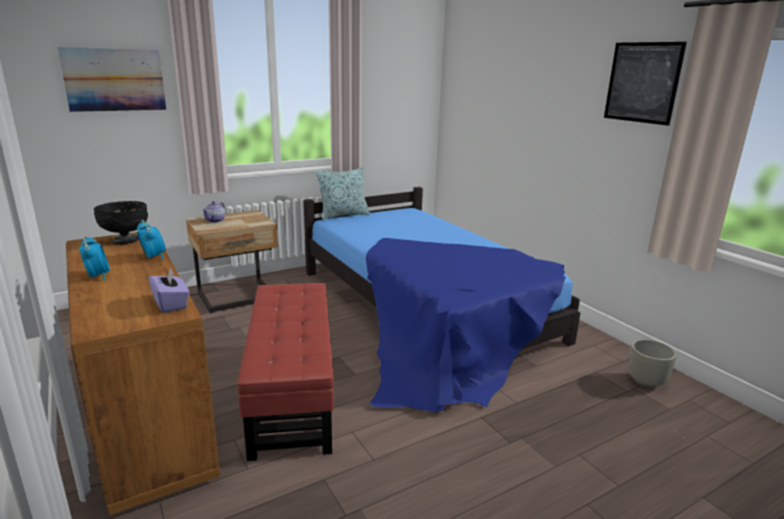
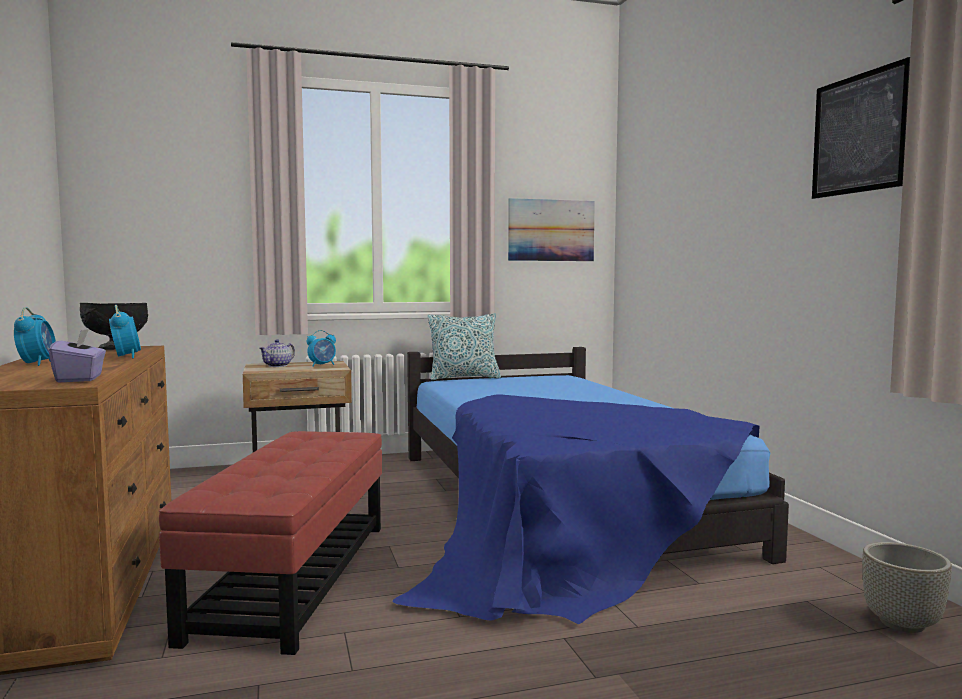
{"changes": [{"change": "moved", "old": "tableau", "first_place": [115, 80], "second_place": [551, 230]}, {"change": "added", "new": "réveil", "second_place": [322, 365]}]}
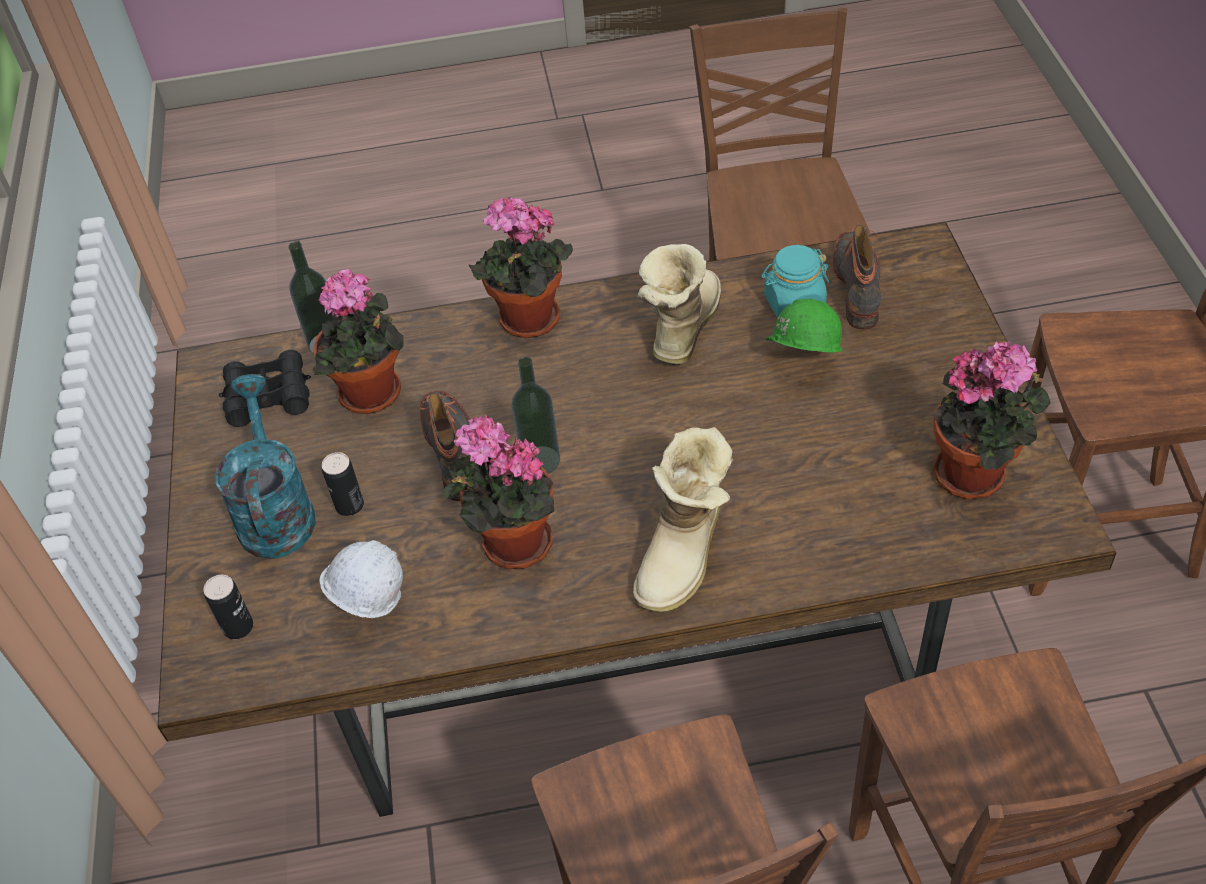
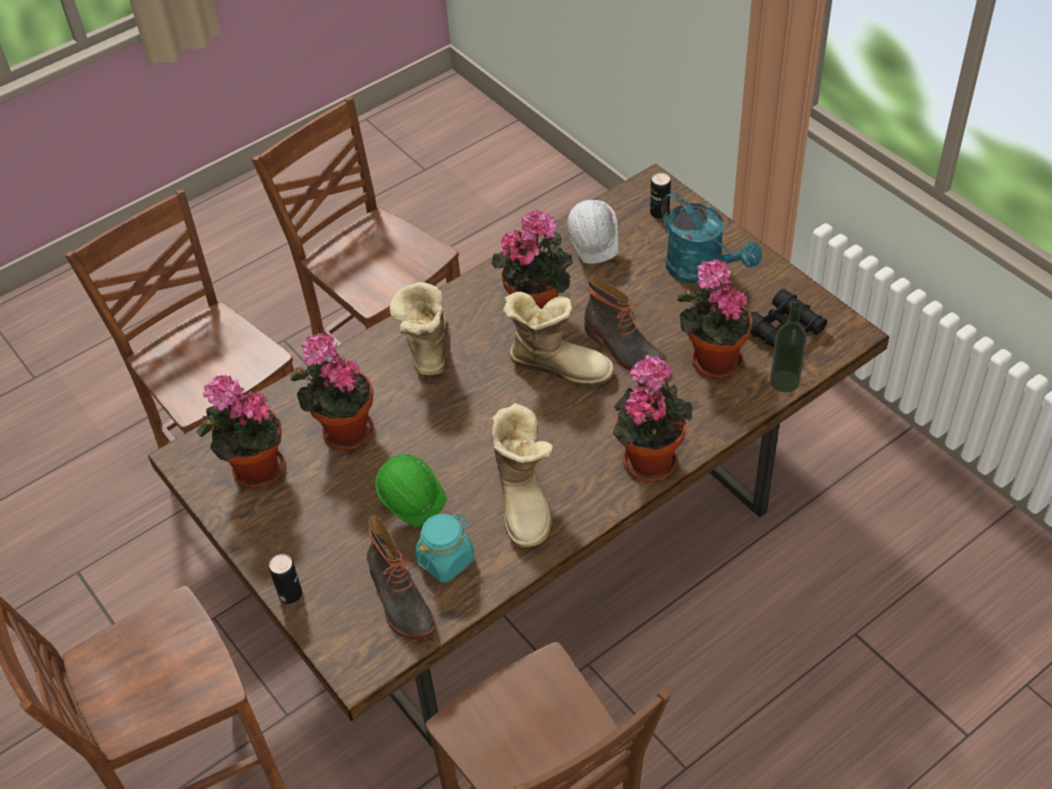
{"changes": [{"change": "moved", "old": "boîte métallique", "first_place": [349, 505], "second_place": [290, 594]}, {"change": "replaced", "old": "bouteille", "new": "botte", "first_place": [540, 460], "second_place": [558, 364]}, {"change": "added", "new": "plante en pot", "second_place": [343, 431]}]}
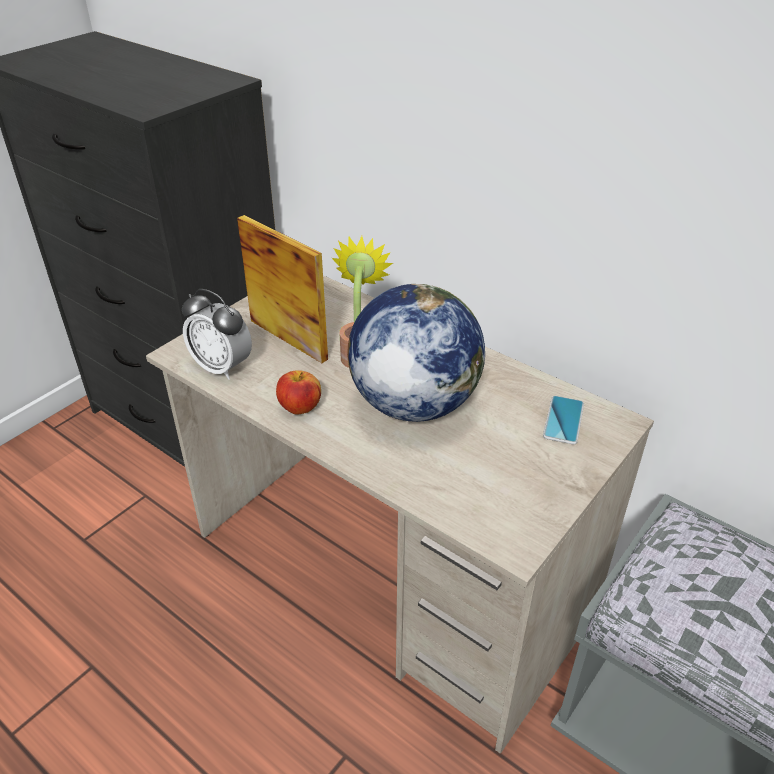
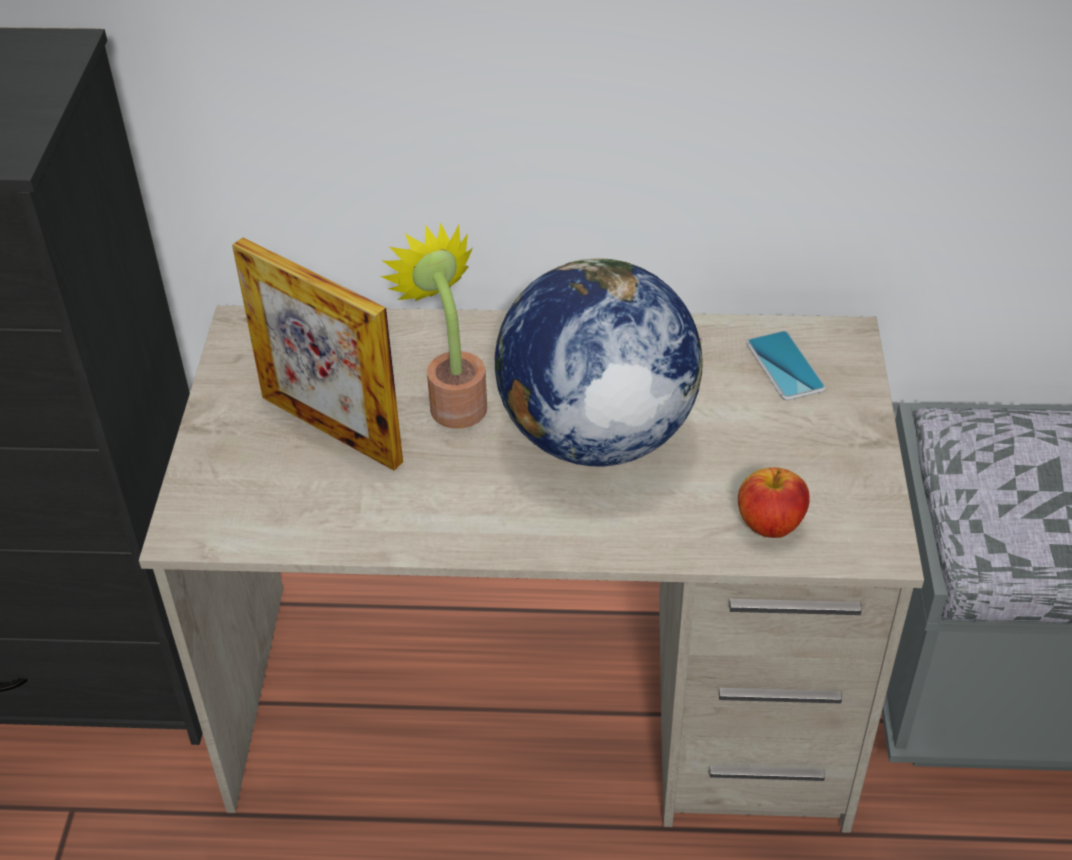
{"changes": [{"change": "removed", "old": "réveil", "first_place": [222, 367]}, {"change": "turned", "old": "cadre photo", "first_place": [288, 339], "second_place": [331, 429], "degrees": -150}, {"change": "moved", "old": "pomme", "first_place": [300, 407], "second_place": [770, 524]}]}
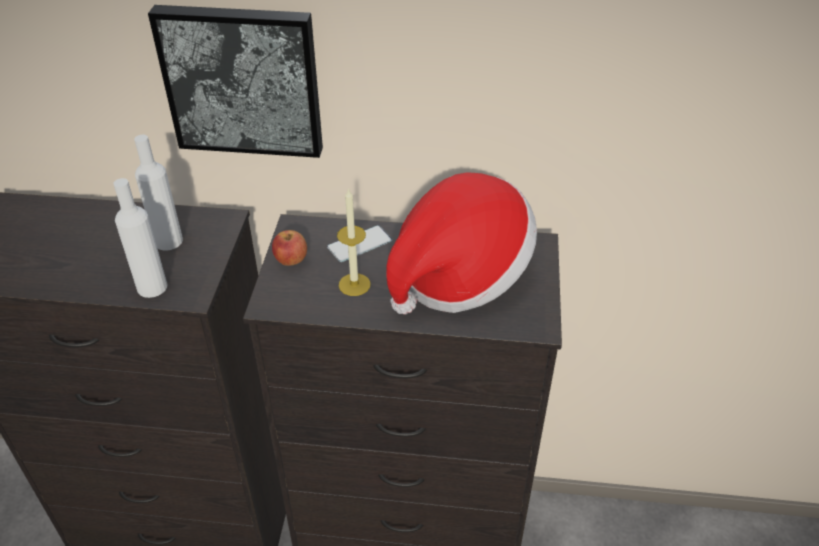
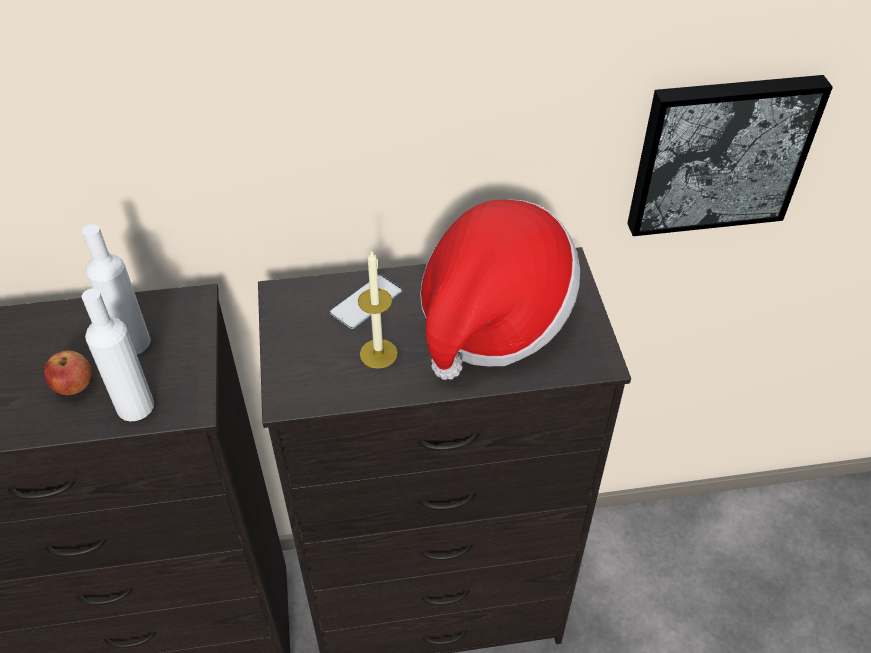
{"changes": [{"change": "moved", "old": "tableau", "first_place": [243, 80], "second_place": [719, 153]}, {"change": "moved", "old": "pomme", "first_place": [291, 261], "second_place": [74, 386]}]}
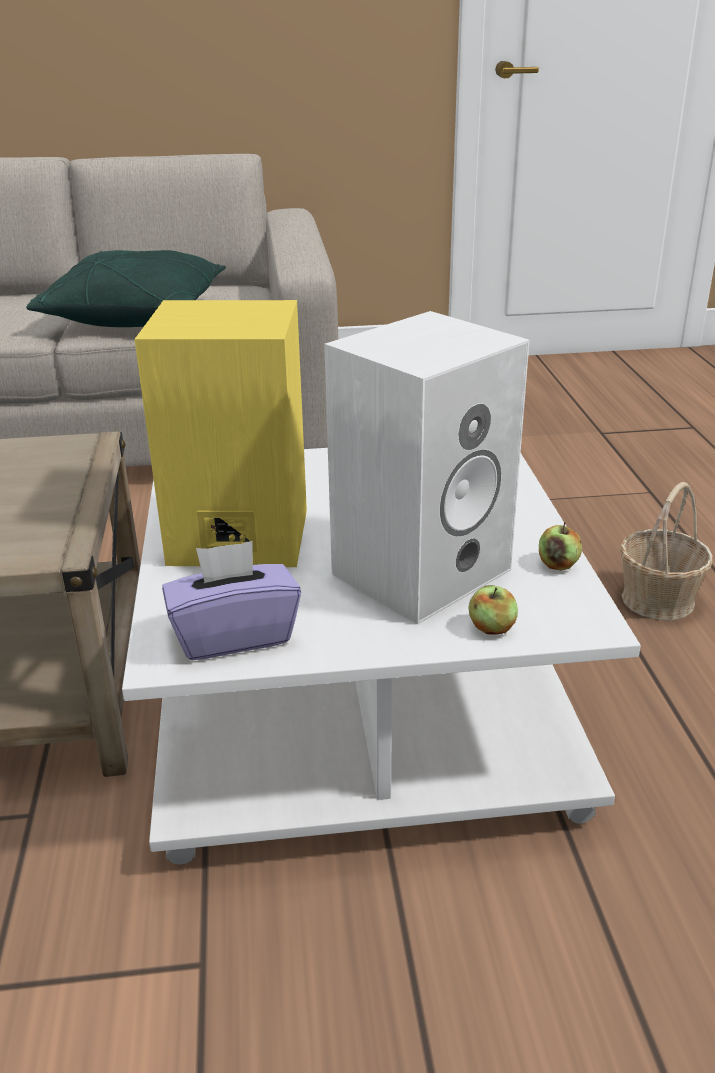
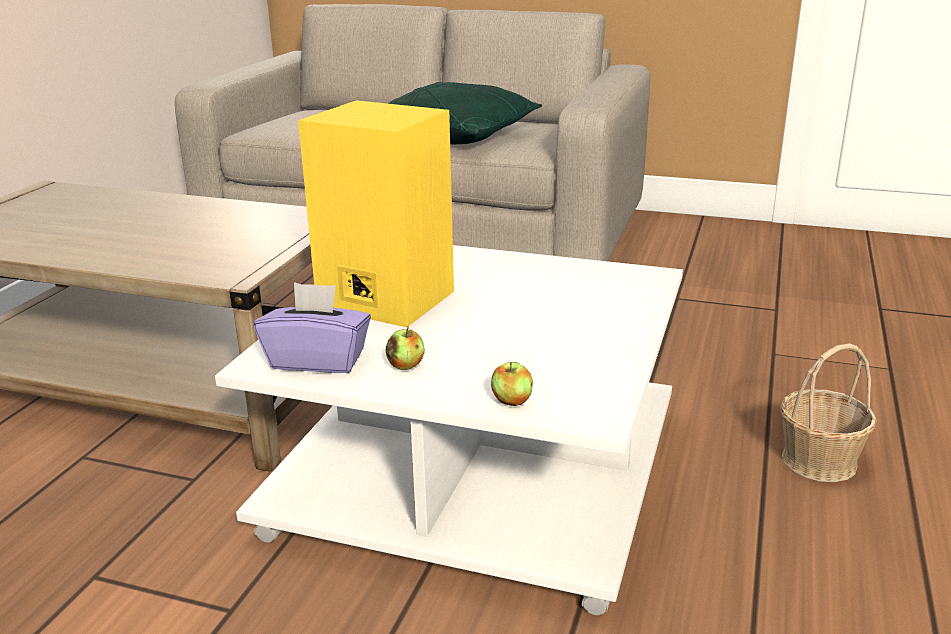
{"changes": [{"change": "removed", "old": "enceinte/blanc", "first_place": [421, 569]}, {"change": "moved", "old": "pomme", "first_place": [558, 564], "second_place": [406, 365]}]}
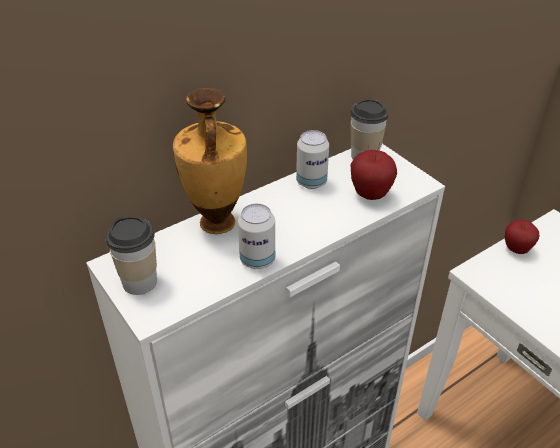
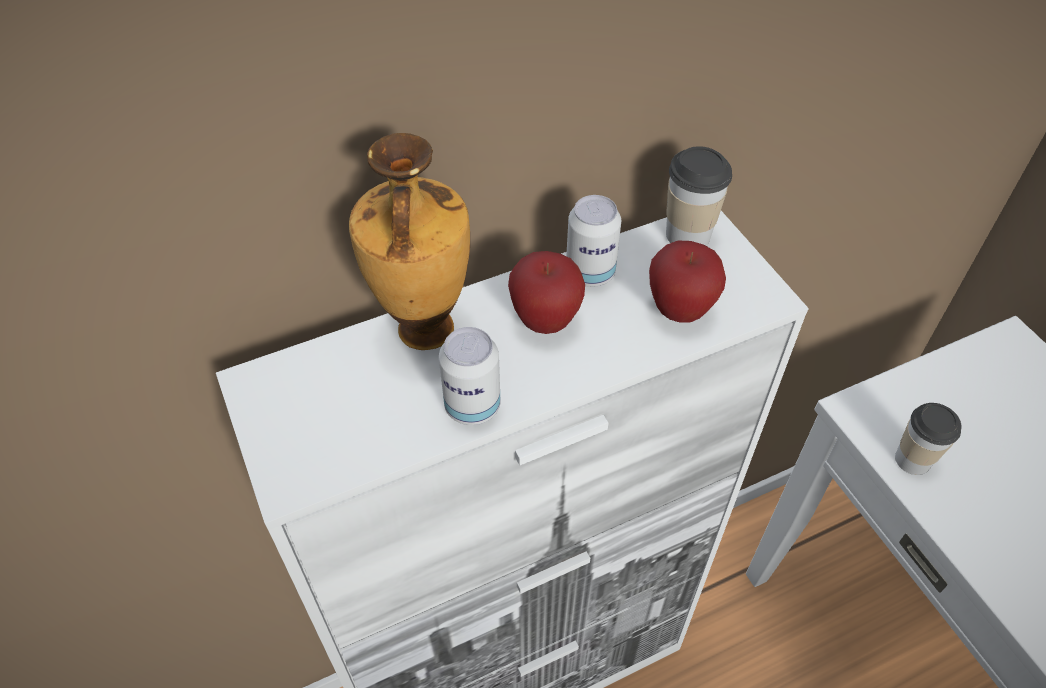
{"changes": [{"change": "moved", "old": "tasse", "first_place": [140, 282], "second_place": [912, 460]}, {"change": "moved", "old": "pomme", "first_place": [516, 250], "second_place": [545, 320]}]}
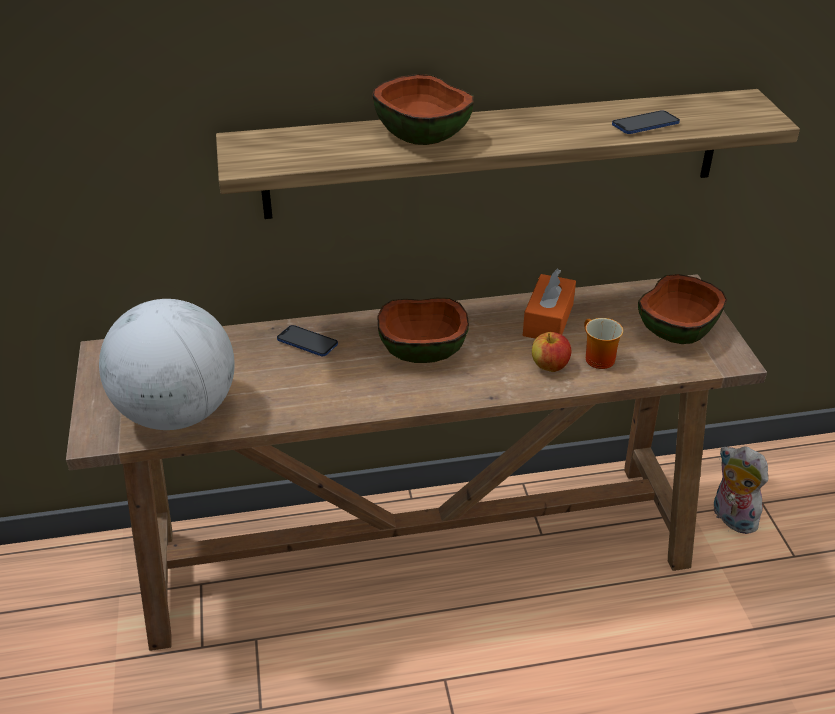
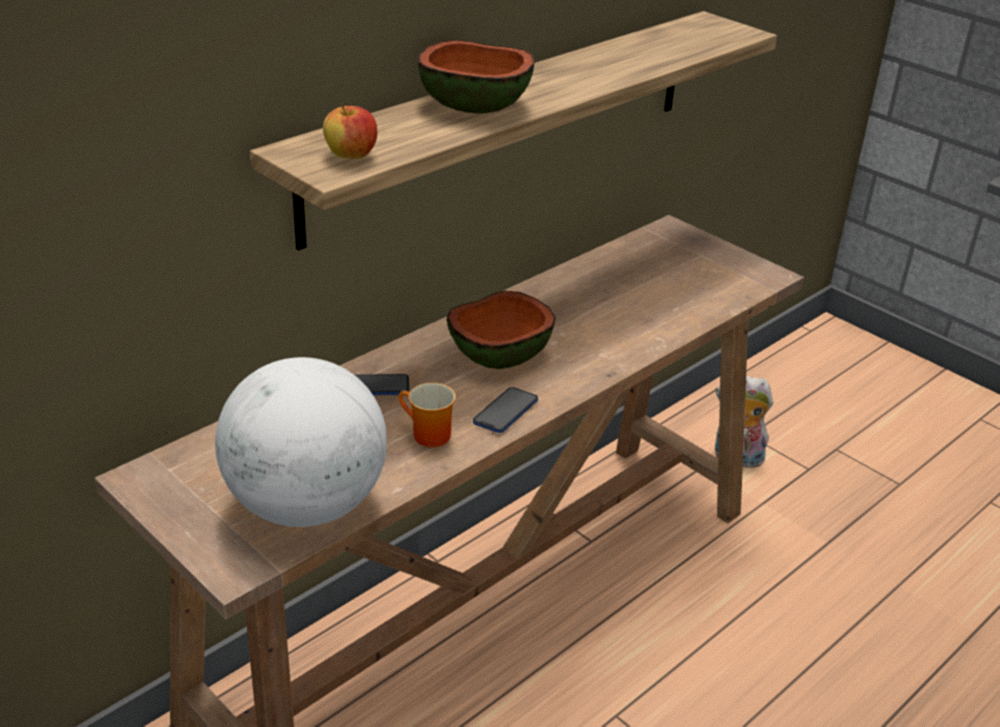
{"changes": [{"change": "removed", "old": "boîte à mouchoirs/orange", "first_place": [548, 320]}, {"change": "moved", "old": "pomme", "first_place": [549, 366], "second_place": [351, 156]}, {"change": "moved", "old": "mug", "first_place": [595, 358], "second_place": [426, 436]}, {"change": "moved", "old": "téléphone", "first_place": [645, 124], "second_place": [505, 412]}, {"change": "removed", "old": "bol", "first_place": [676, 329]}]}
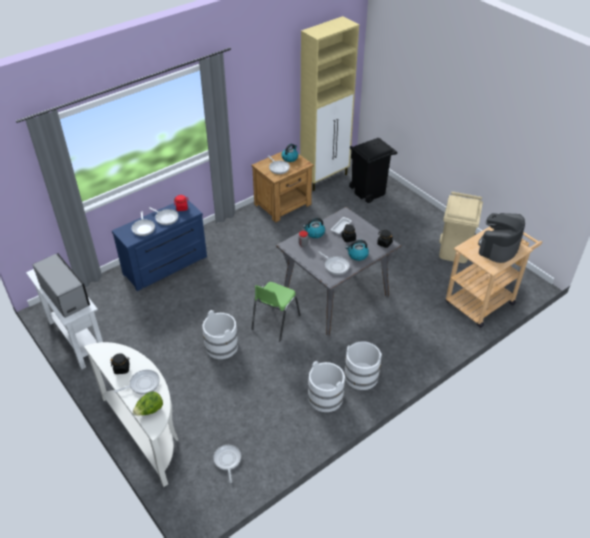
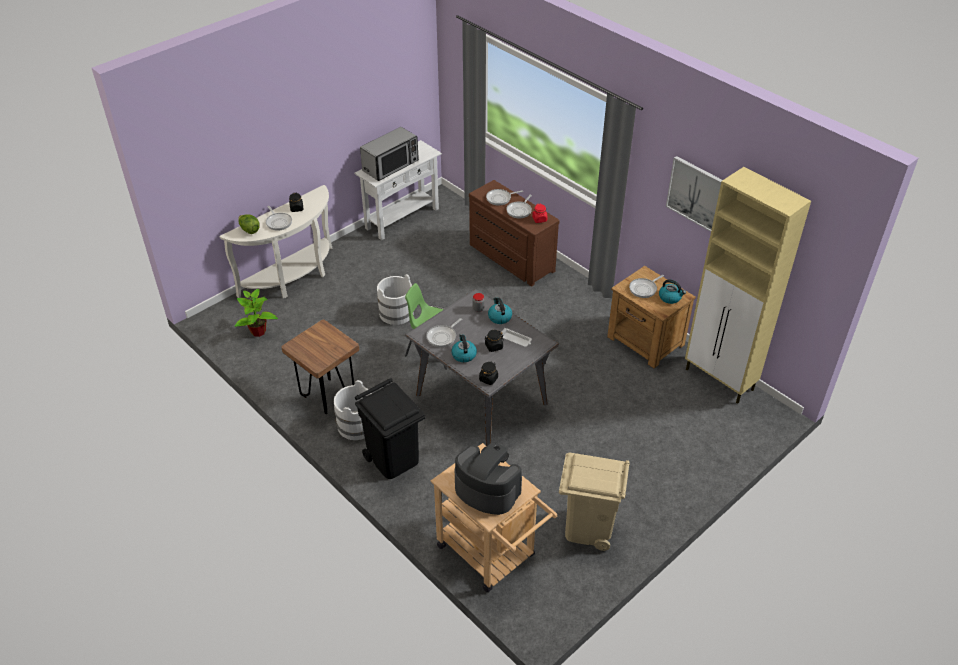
{"changes": [{"change": "recoloured", "old": "commode/bleu", "new": "commode/marron", "first_place": [166, 266], "second_place": [510, 258]}, {"change": "replaced", "old": "poêle", "new": "plante en pot", "first_place": [227, 460], "second_place": [258, 332]}, {"change": "replaced", "old": "seau/blanc", "new": "tabouret/marron", "first_place": [325, 397], "second_place": [328, 396]}, {"change": "moved", "old": "poubelle/noir", "first_place": [368, 191], "second_place": [394, 458]}, {"change": "added", "new": "tableau", "second_place": [696, 193]}]}
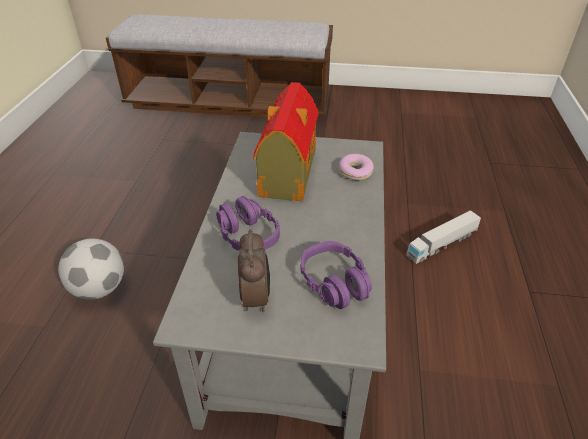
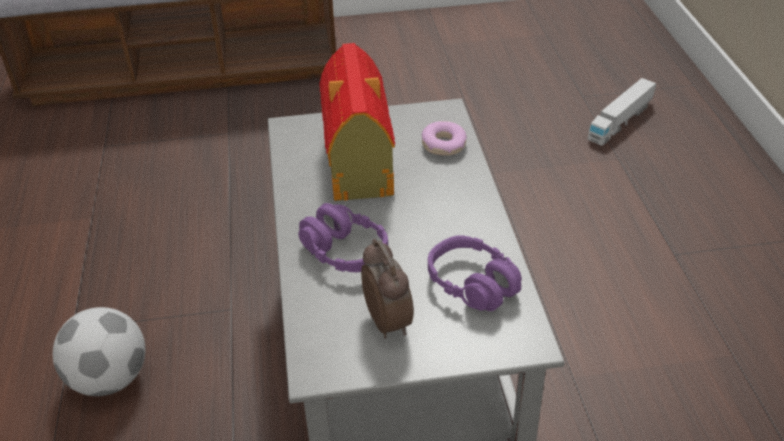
{"changes": [{"change": "moved", "old": "camion jouet", "first_place": [442, 244], "second_place": [620, 122]}]}
